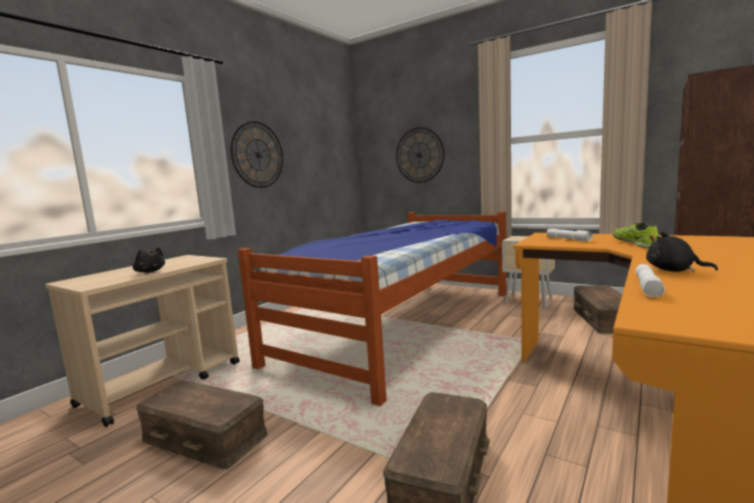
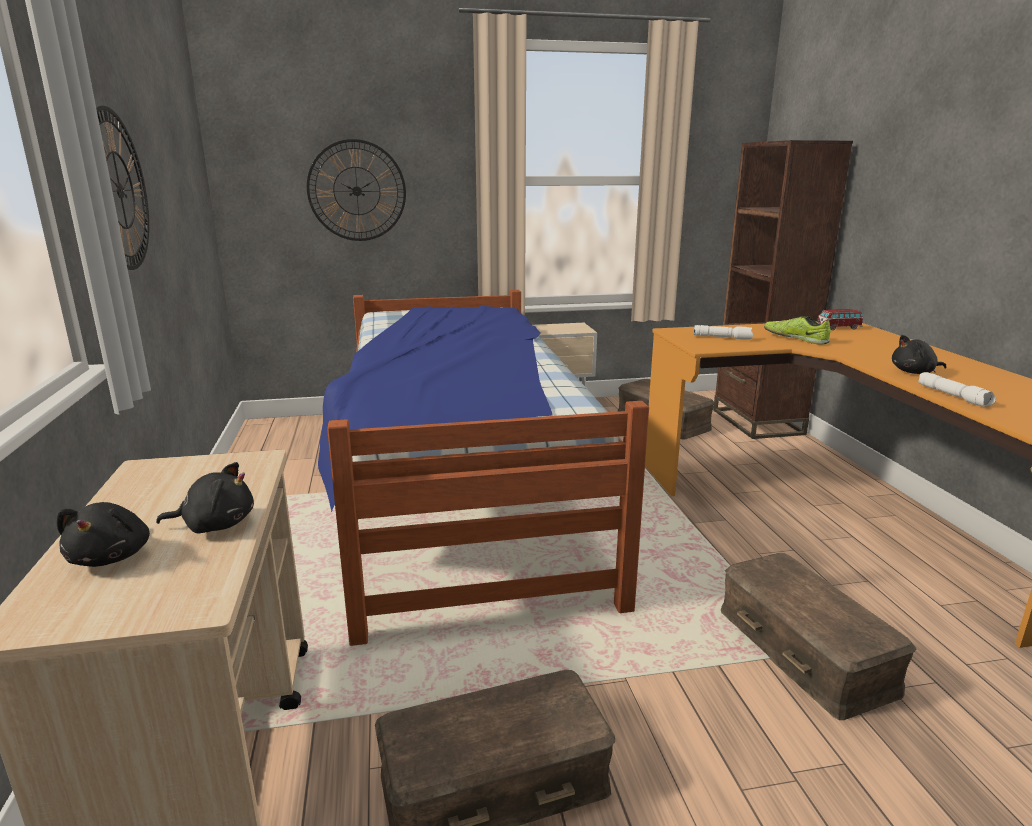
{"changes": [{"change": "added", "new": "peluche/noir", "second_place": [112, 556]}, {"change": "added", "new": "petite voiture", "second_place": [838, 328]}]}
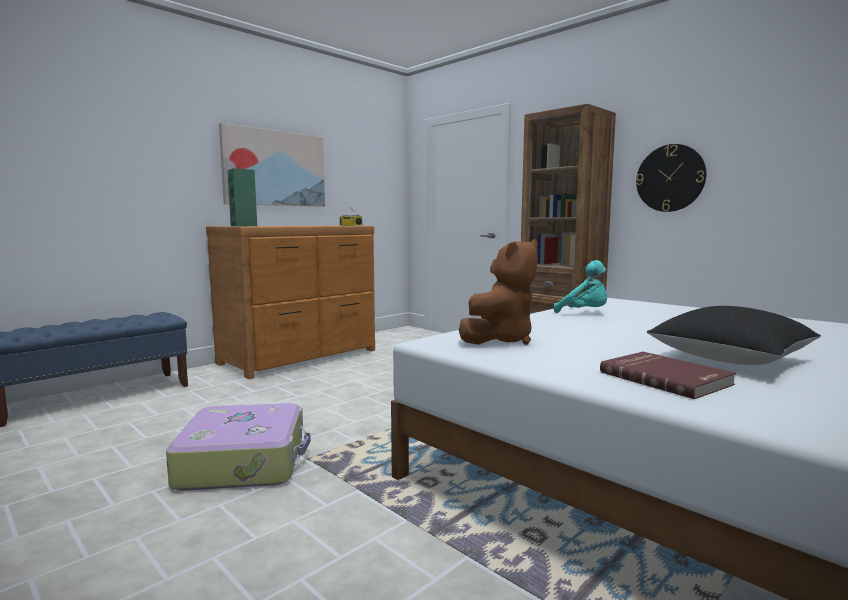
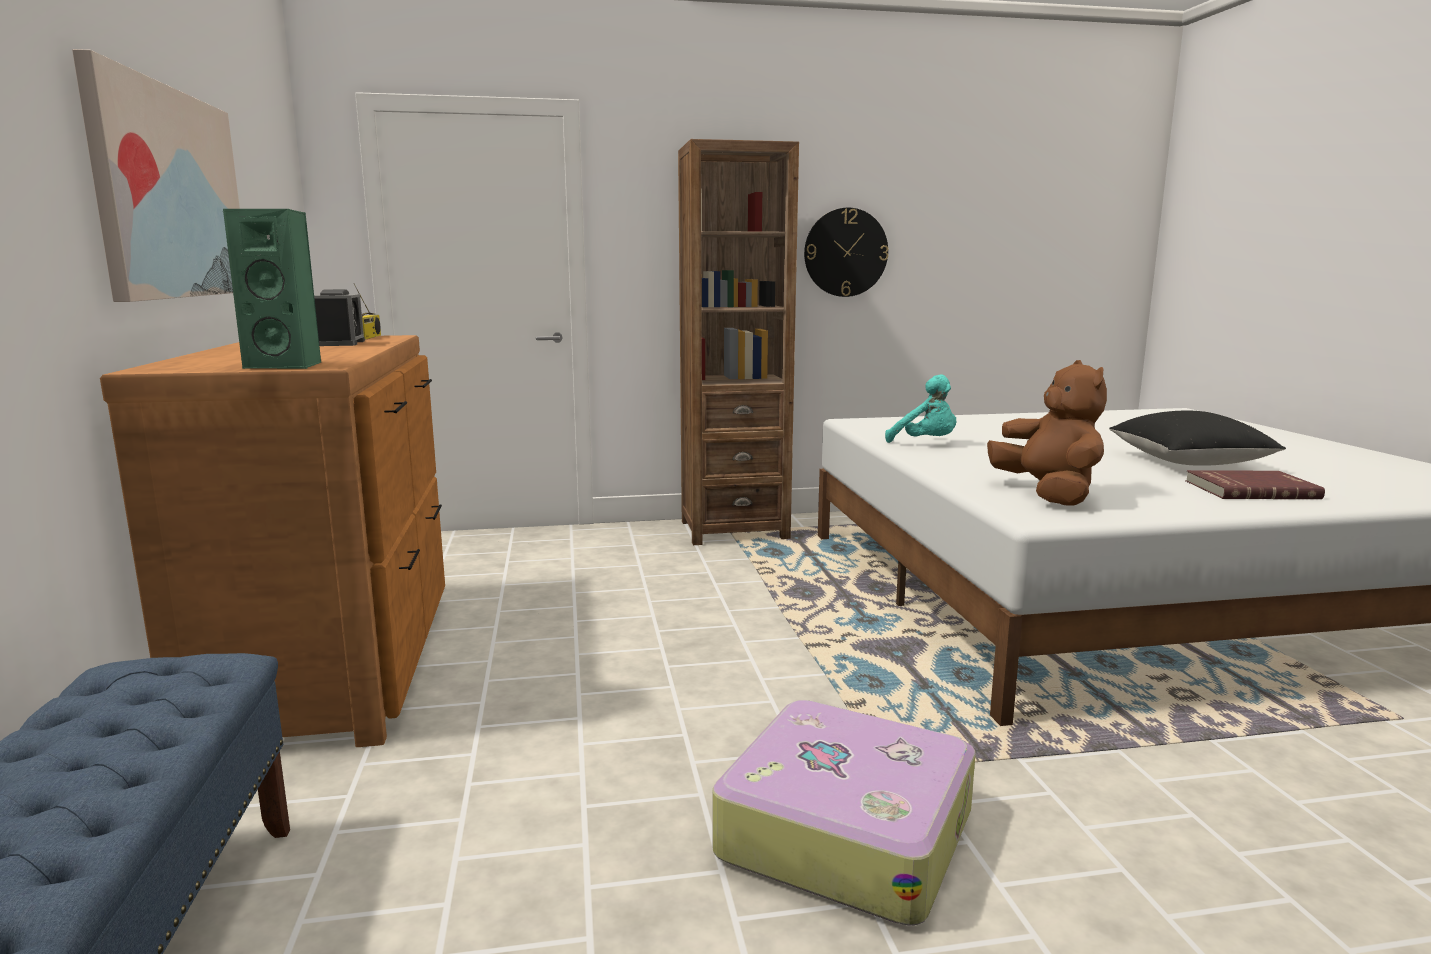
{"changes": [{"change": "turned", "old": "peluche/turquoise", "first_place": [585, 313], "second_place": [926, 444], "degrees": 60}, {"change": "added", "new": "réveil", "second_place": [340, 343]}]}
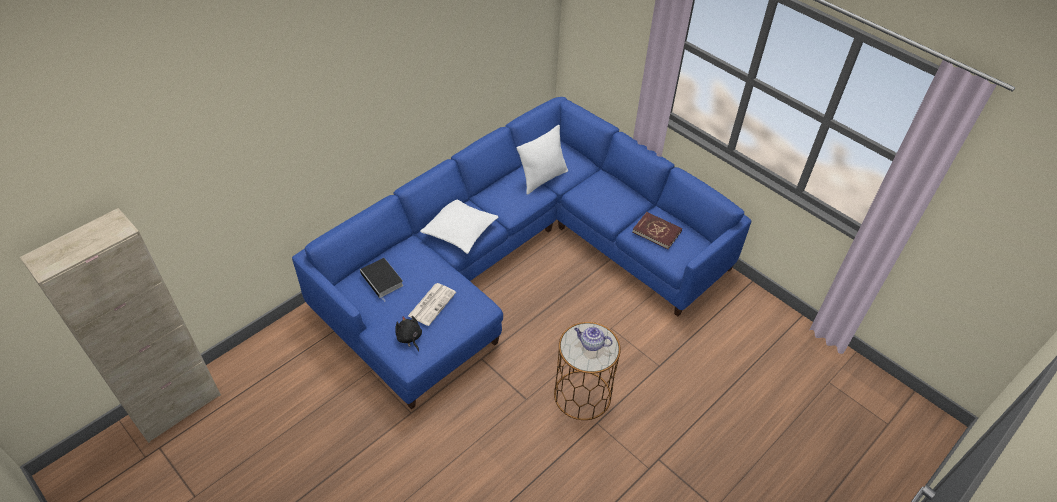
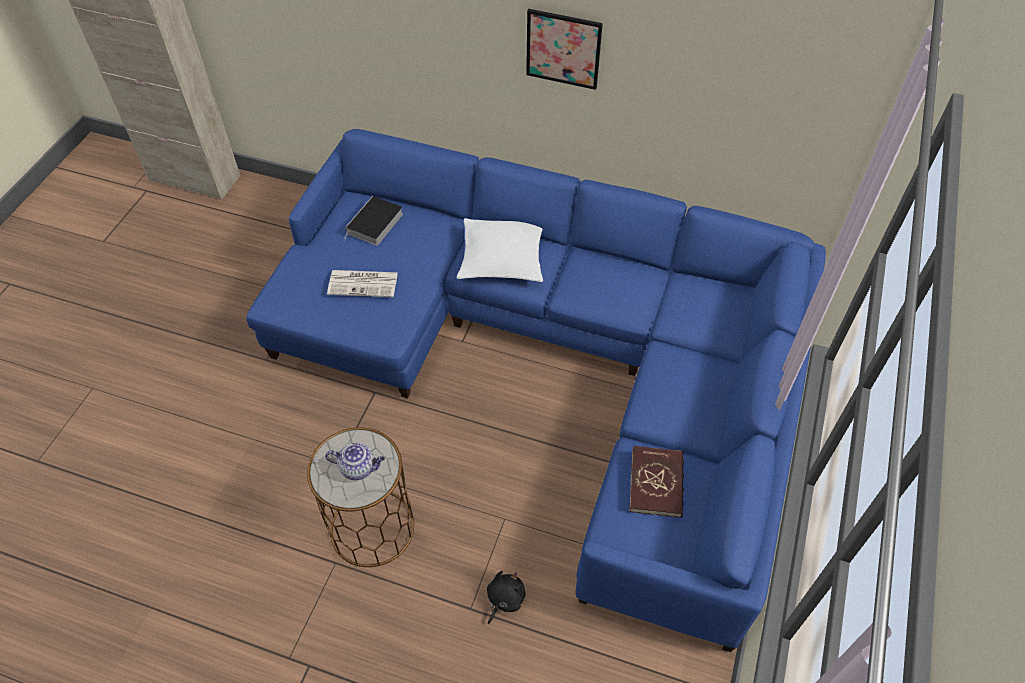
{"changes": [{"change": "moved", "old": "peluche/noir", "first_place": [409, 338], "second_place": [504, 599]}, {"change": "removed", "old": "coussin/blanc", "first_place": [542, 179]}, {"change": "turned", "old": "théière", "first_place": [591, 344], "second_place": [359, 468], "degrees": 105}, {"change": "added", "new": "tableau", "second_place": [563, 49]}]}
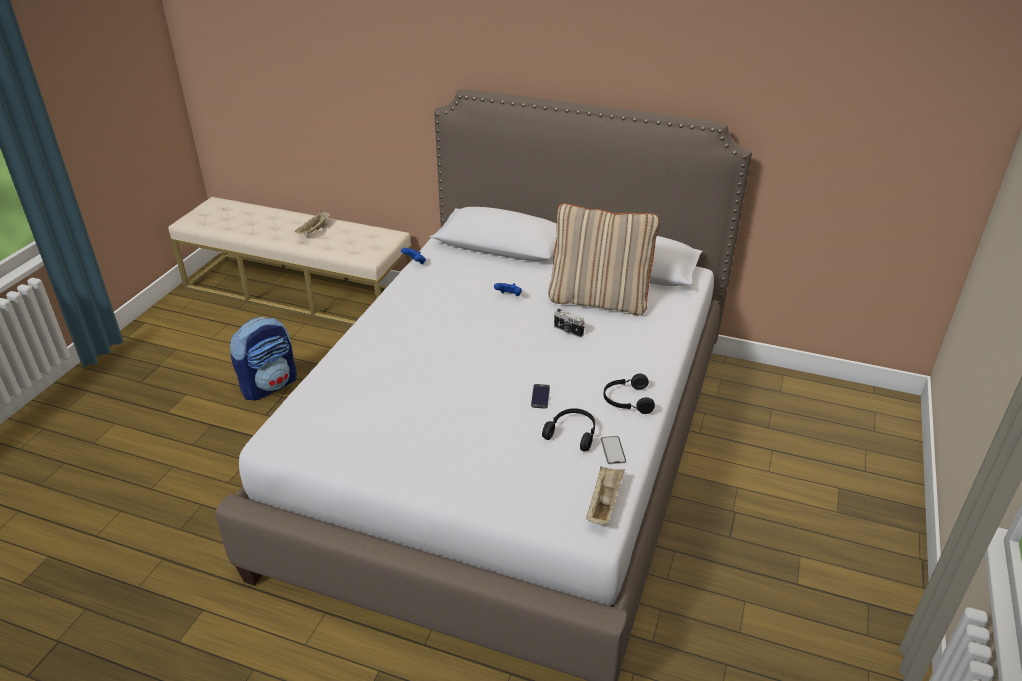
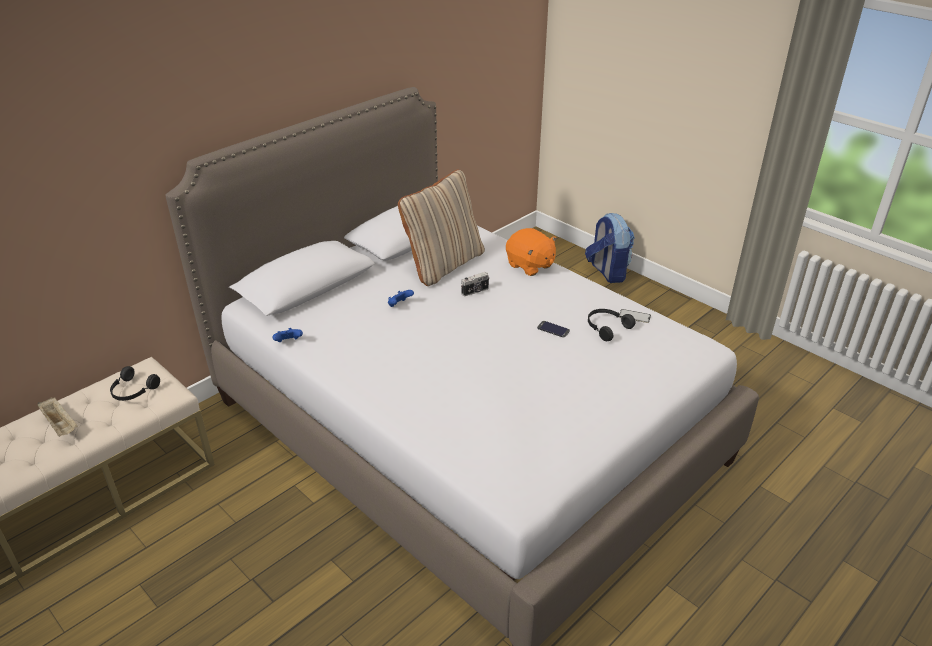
{"changes": [{"change": "moved", "old": "sac à dos", "first_place": [269, 385], "second_place": [607, 272]}, {"change": "removed", "old": "plateau/beige", "first_place": [604, 503]}, {"change": "moved", "old": "casque audio/noir", "first_place": [627, 400], "second_place": [133, 391]}, {"change": "added", "new": "peluche/orange", "second_place": [530, 265]}]}
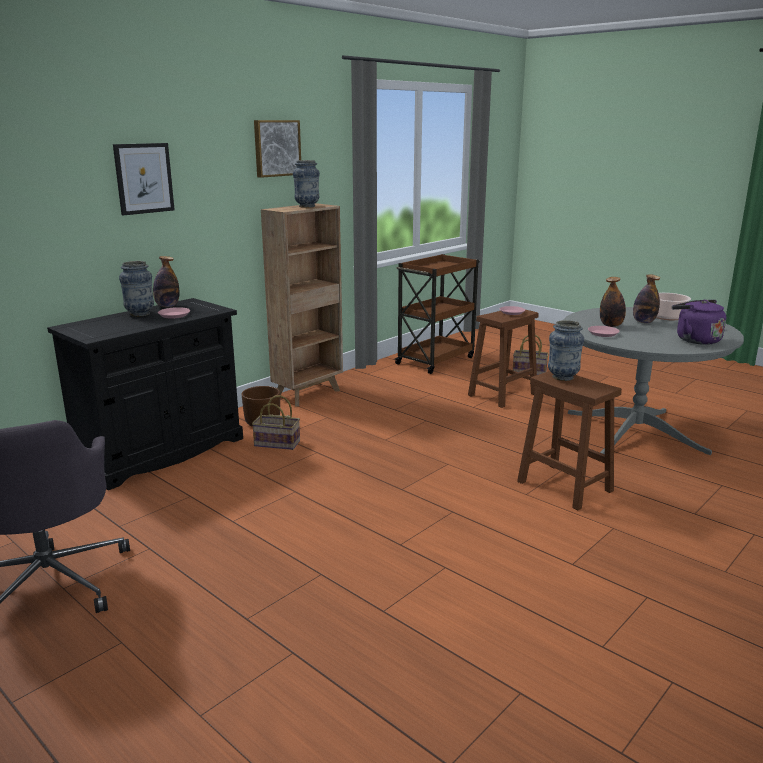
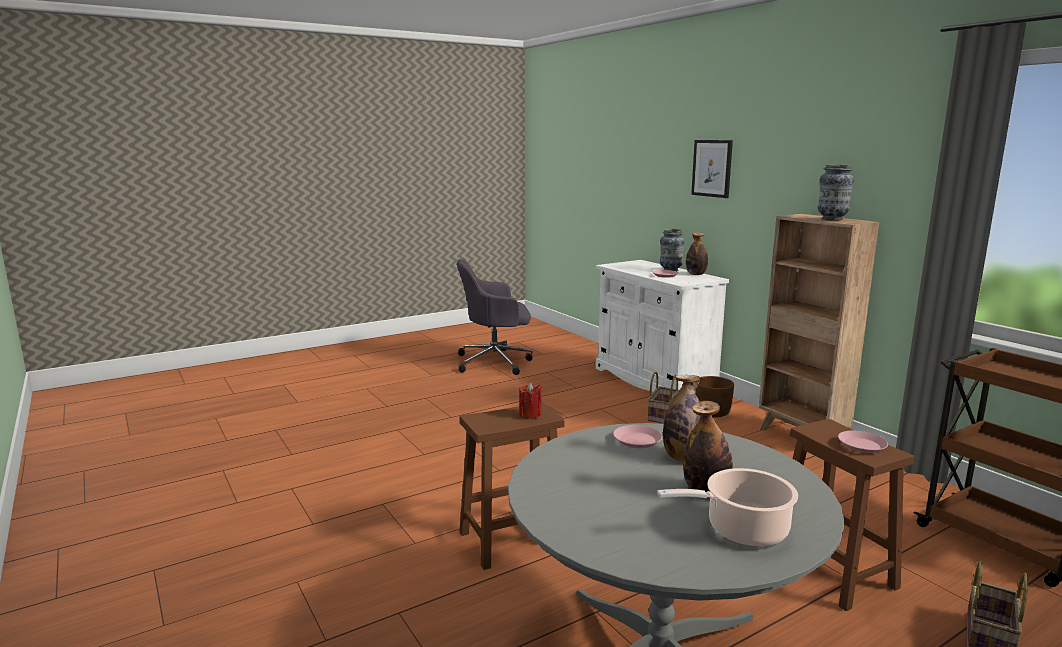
{"changes": [{"change": "recoloured", "old": "meuble de rangement/noir", "new": "meuble de rangement/blanc", "first_place": [161, 452], "second_place": [654, 380]}, {"change": "removed", "old": "tableau", "first_place": [276, 148]}, {"change": "replaced", "old": "vase", "new": "bougie/rouge", "first_place": [563, 377], "second_place": [530, 414]}, {"change": "removed", "old": "bouilloire/violet", "first_place": [695, 340]}]}
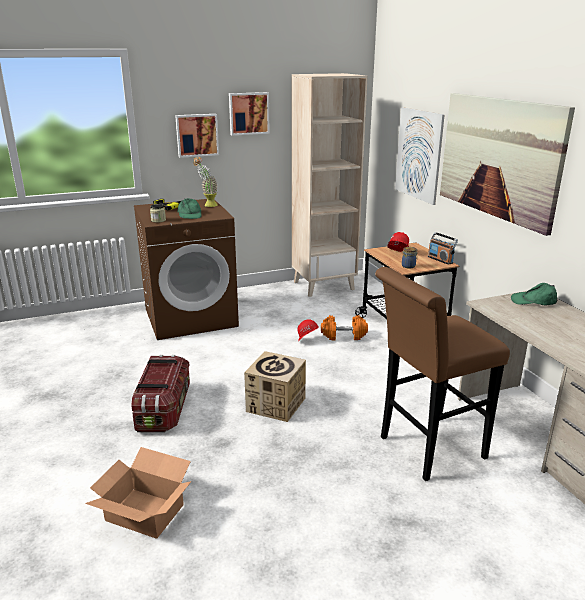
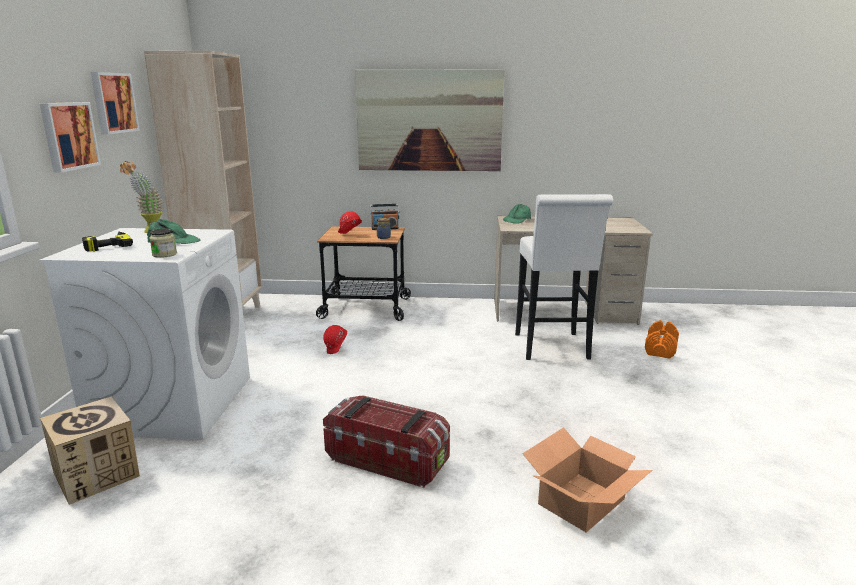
{"changes": [{"change": "recoloured", "old": "lave-linge/marron", "new": "lave-linge/blanc", "first_place": [191, 317], "second_place": [173, 404]}, {"change": "moved", "old": "carton", "first_place": [276, 405], "second_place": [97, 475]}, {"change": "moved", "old": "haltère/orange", "first_place": [343, 336], "second_place": [660, 350]}, {"change": "recoloured", "old": "tabouret/marron", "new": "tabouret/blanc", "first_place": [426, 449], "second_place": [552, 349]}, {"change": "removed", "old": "tableau", "first_place": [418, 154]}]}
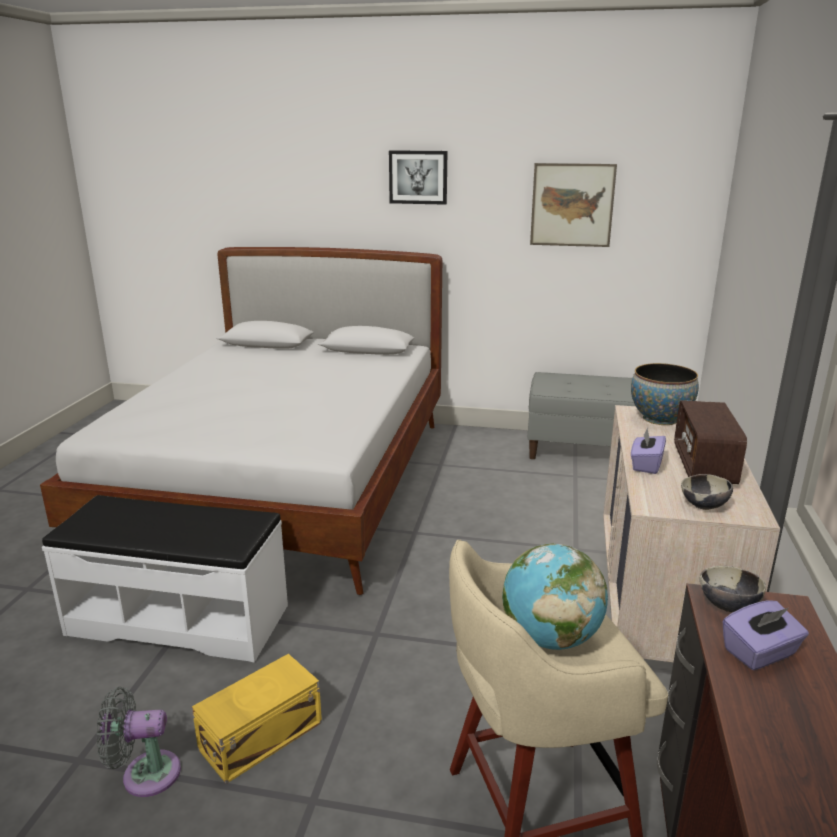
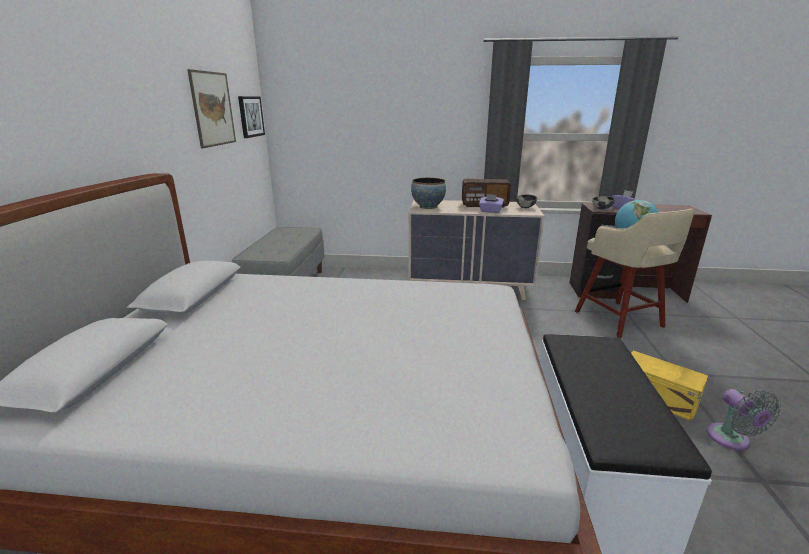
{"changes": [{"change": "moved", "old": "tableau", "first_place": [418, 177], "second_place": [250, 116]}]}
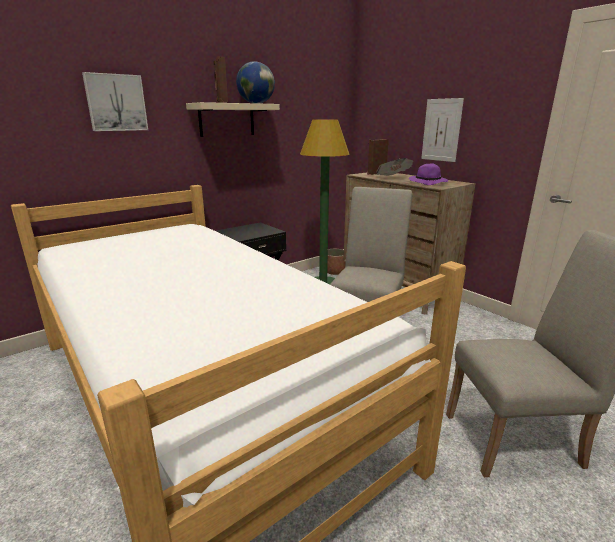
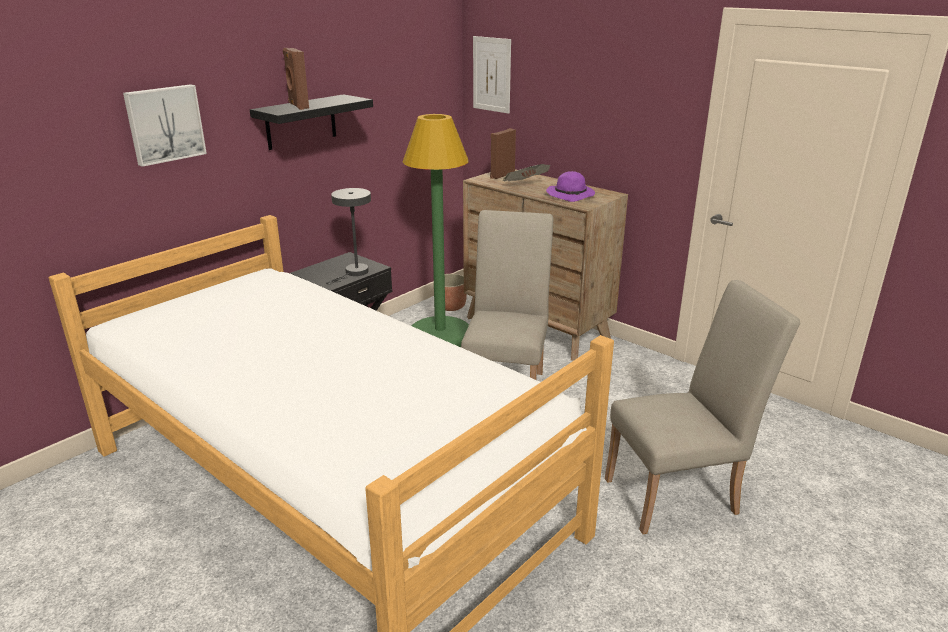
{"changes": [{"change": "recoloured", "old": "étagère/beige", "new": "étagère/noir", "first_place": [227, 120], "second_place": [301, 122]}, {"change": "removed", "old": "globe", "first_place": [256, 103]}, {"change": "moved", "old": "tableau", "first_place": [441, 130], "second_place": [491, 74]}, {"change": "added", "new": "lampe de table/gris", "second_place": [354, 273]}]}
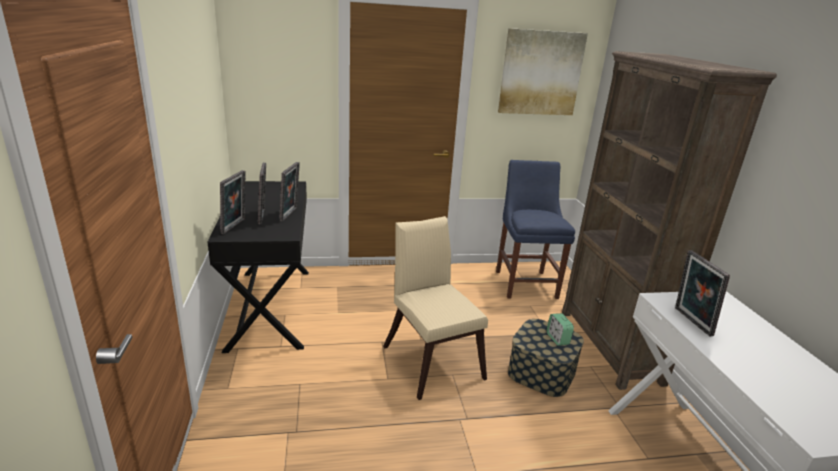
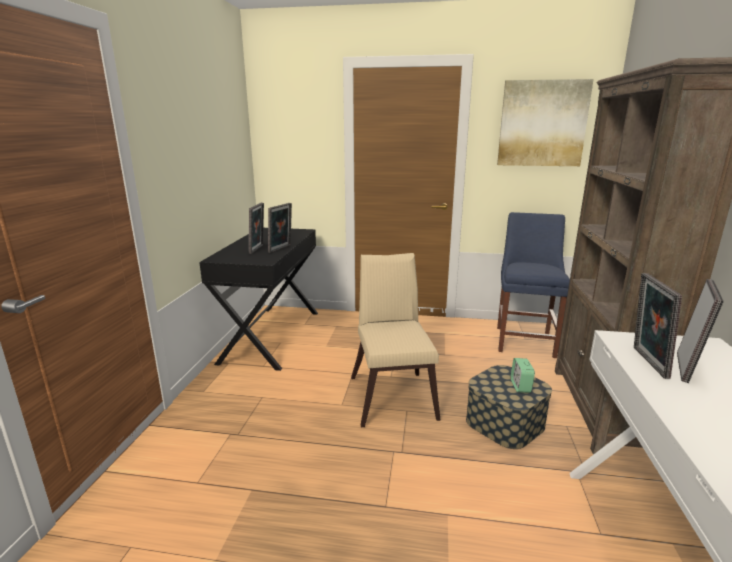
{"changes": [{"change": "moved", "old": "cadre photo", "first_place": [235, 226], "second_place": [687, 368]}]}
